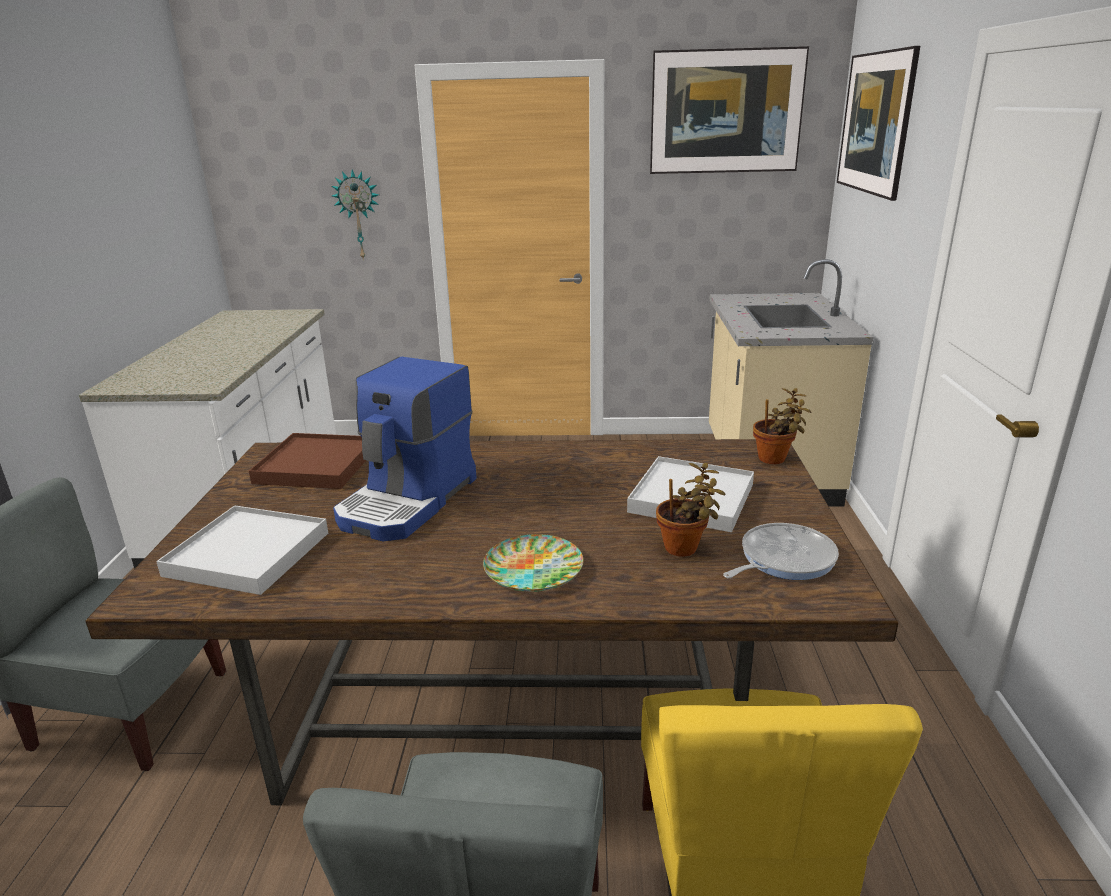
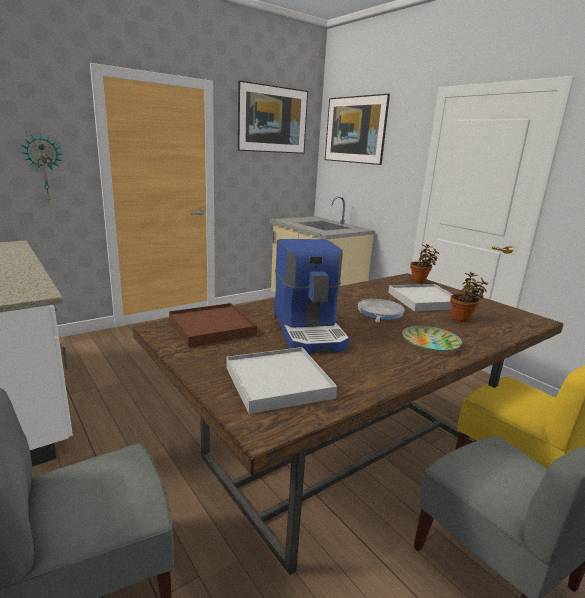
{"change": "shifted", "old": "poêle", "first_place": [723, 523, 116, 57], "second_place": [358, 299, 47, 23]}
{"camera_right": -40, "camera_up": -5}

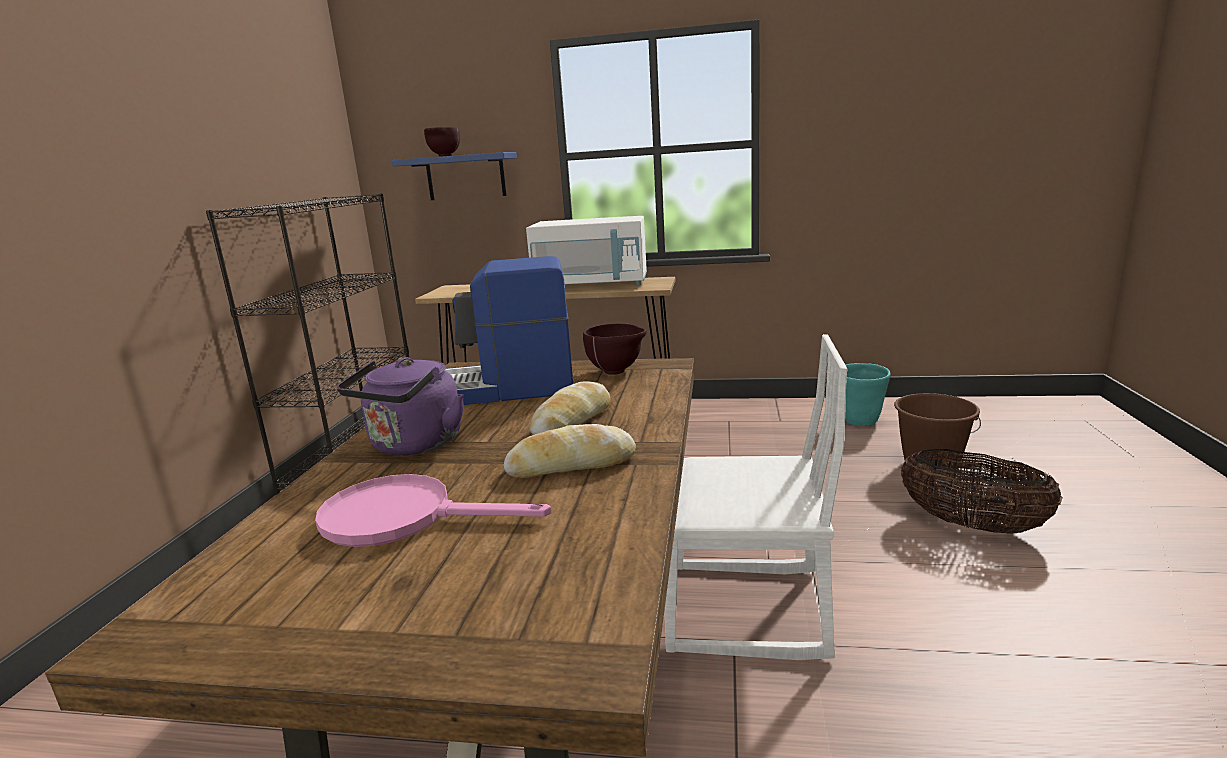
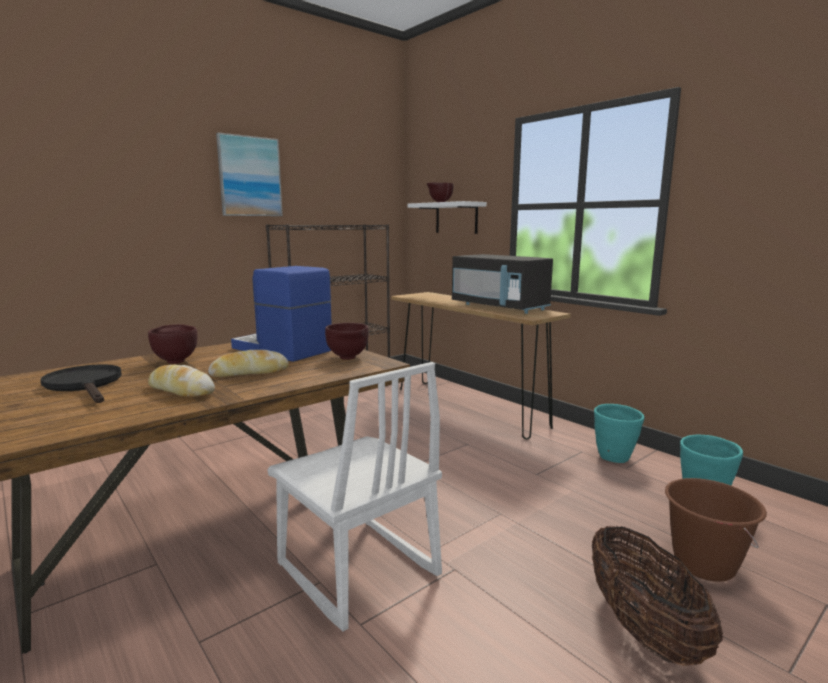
{"change": "repainted", "old": "poêle [rose]", "new": "poêle [noir]", "first_place": [315, 474, 237, 73], "second_place": [41, 364, 81, 39]}
{"change": "swapped", "old": "bouilloire [violet]", "new": "bol [marron]", "first_place": [337, 357, 127, 99], "second_place": [148, 324, 49, 40]}
{"change": "new", "new": "tableau", "second_place": [216, 132, 67, 84]}
{"change": "repainted", "old": "étagère [bleu]", "new": "étagère [blanc]", "first_place": [392, 152, 125, 48], "second_place": [408, 201, 79, 33]}
{"change": "repainted", "old": "micro-ondes [blanc]", "new": "micro-ondes [noir]", "first_place": [526, 216, 121, 69], "second_place": [452, 254, 101, 60]}
{"change": "new", "new": "cache-pot [turquoise]", "second_place": [594, 404, 51, 59]}
{"camera_right": 40, "camera_up": -5}

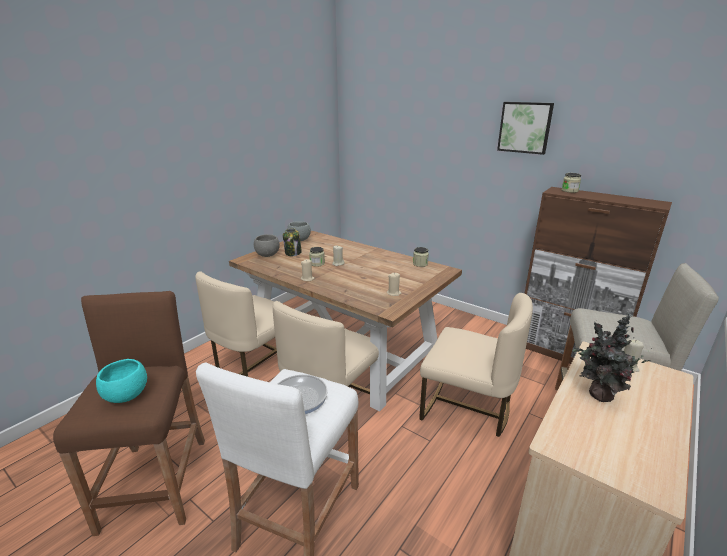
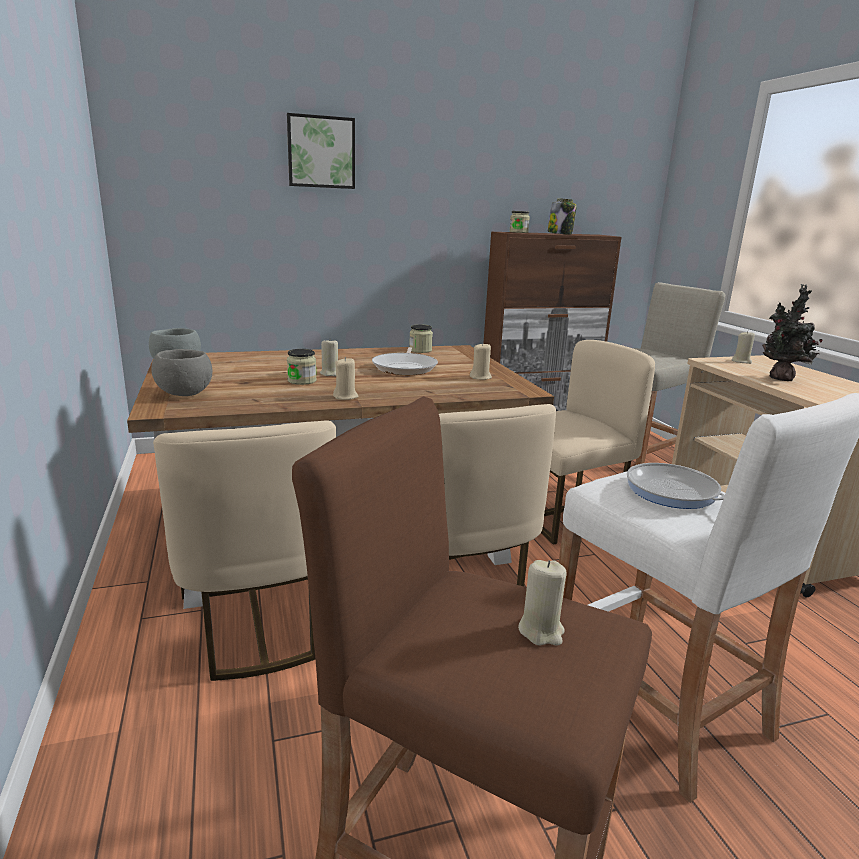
{"change": "shifted", "old": "tableau", "first_place": [497, 102, 57, 53], "second_place": [287, 113, 68, 76]}
{"change": "new", "new": "poêle", "second_place": [372, 347, 66, 28]}
{"change": "swapped", "old": "bol [turquoise]", "new": "bougie [beige]", "first_place": [96, 359, 51, 44], "second_place": [518, 560, 49, 86]}
{"change": "shifted", "old": "bocal", "first_place": [283, 228, 19, 28], "second_place": [548, 198, 29, 36]}
{"camera_right": -55, "camera_up": -5}

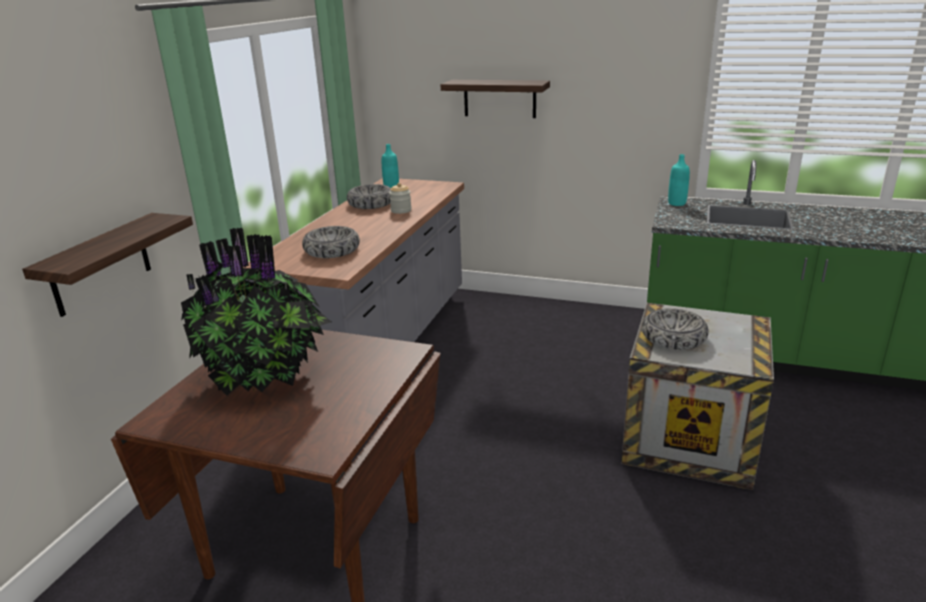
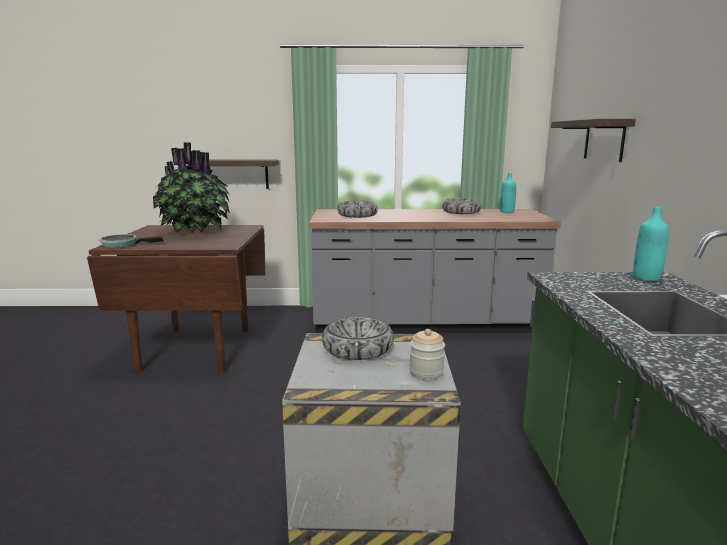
{"change": "new", "new": "poêle", "second_place": [99, 234, 65, 14]}
{"change": "shifted", "old": "bocal", "first_place": [389, 183, 23, 31], "second_place": [409, 329, 36, 51]}
{"camera_right": 70, "camera_up": -10}

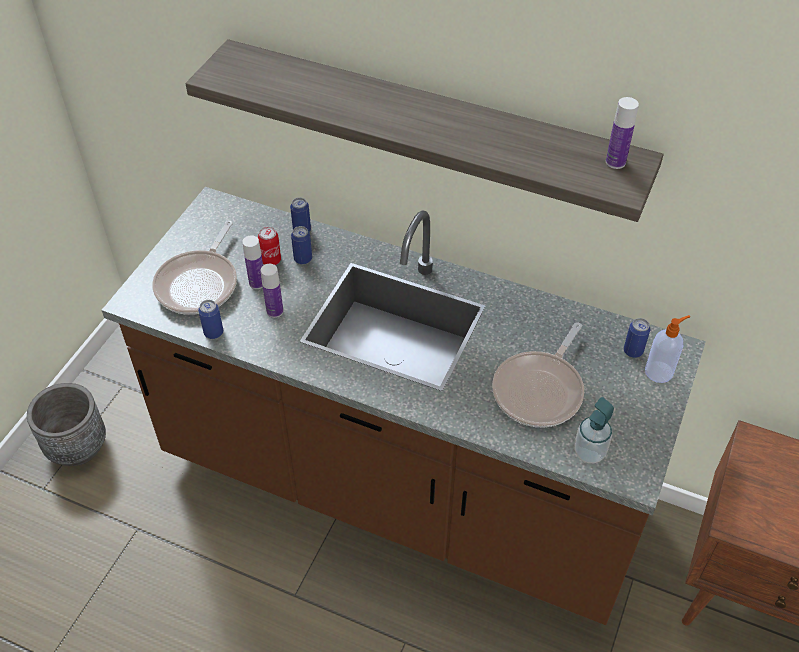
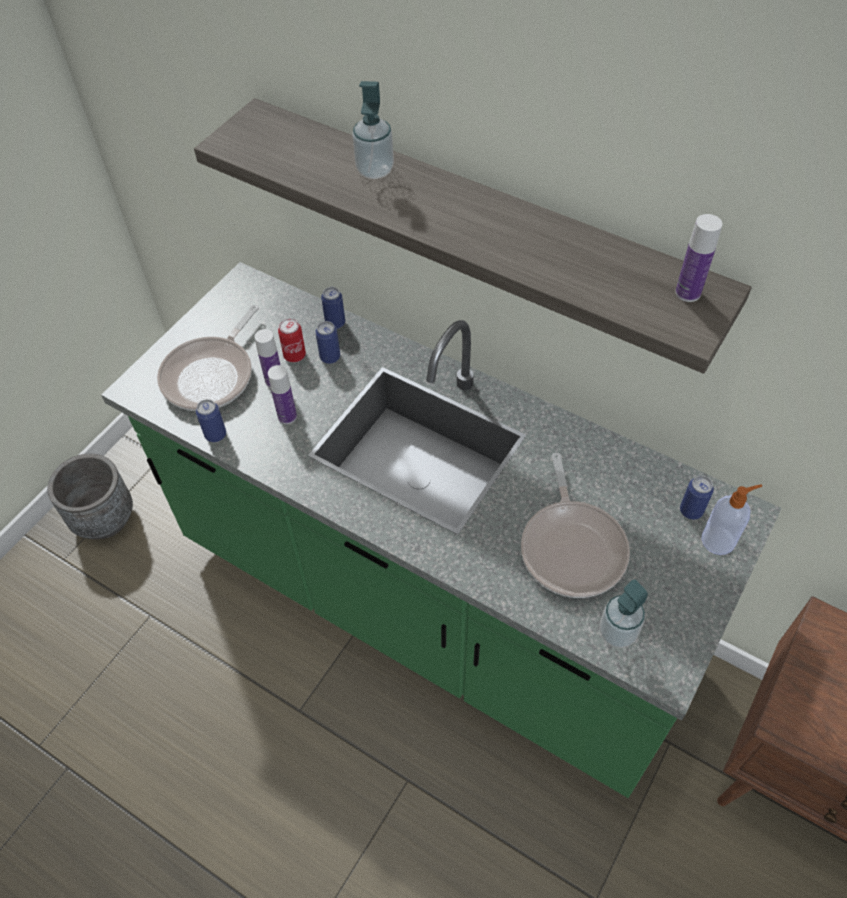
{"change": "repainted", "old": "comptoir de cuisine [marron]", "new": "comptoir de cuisine [vert]", "first_place": [102, 187, 604, 438], "second_place": [101, 262, 681, 536]}
{"change": "new", "new": "distributeur de savon", "second_place": [352, 81, 42, 98]}
{"change": "rotated", "old": "poêle", "first_place": [492, 322, 92, 106], "second_place": [521, 453, 109, 145], "degrees": -45}
{"camera_right": 10, "camera_up": 5}

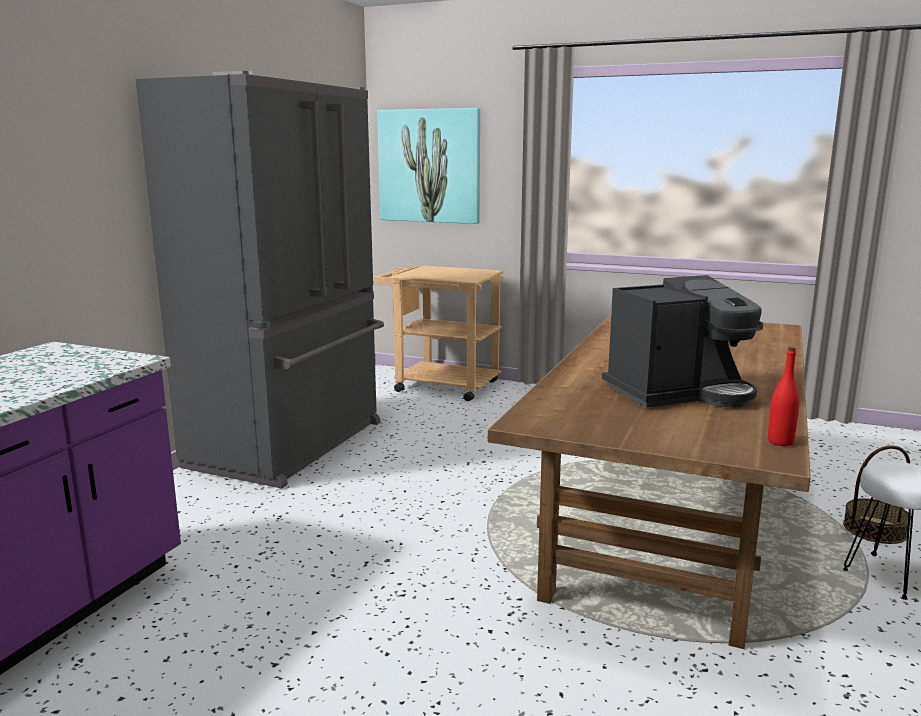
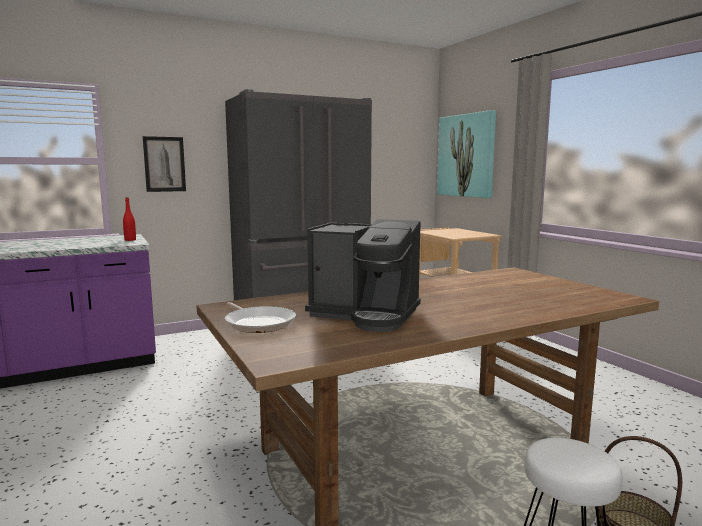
{"change": "shifted", "old": "bouteille [rouge]", "first_place": [768, 347, 32, 99], "second_place": [123, 197, 13, 44]}
{"change": "new", "new": "tableau", "second_place": [143, 136, 43, 56]}
{"change": "new", "new": "poêle", "second_place": [225, 302, 71, 31]}
{"camera_right": 40, "camera_up": -5}

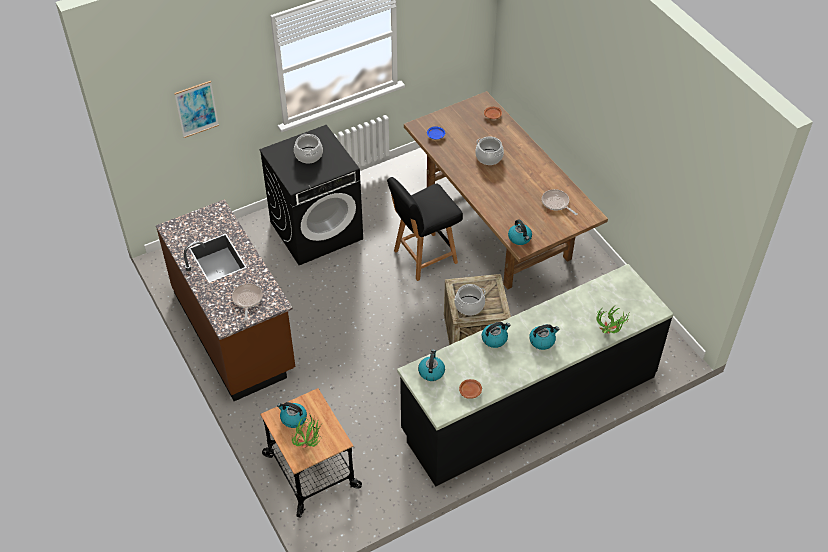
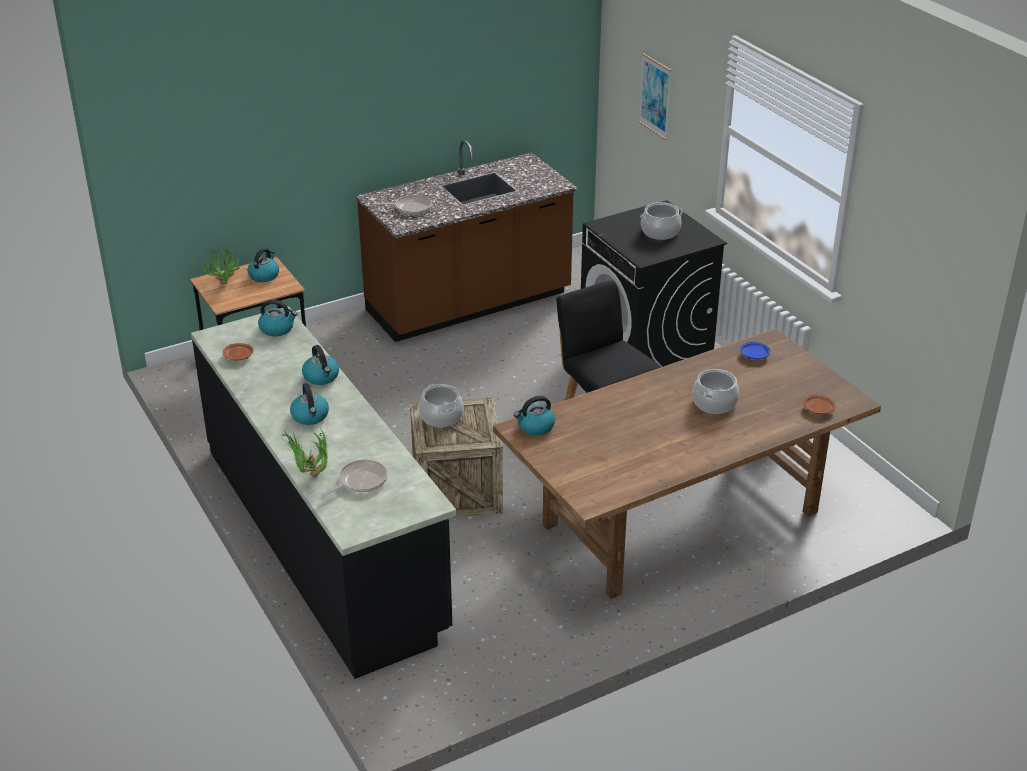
{"change": "shifted", "old": "poêle", "first_place": [542, 189, 36, 26], "second_place": [321, 459, 67, 38]}
{"camera_right": 90, "camera_up": -15}

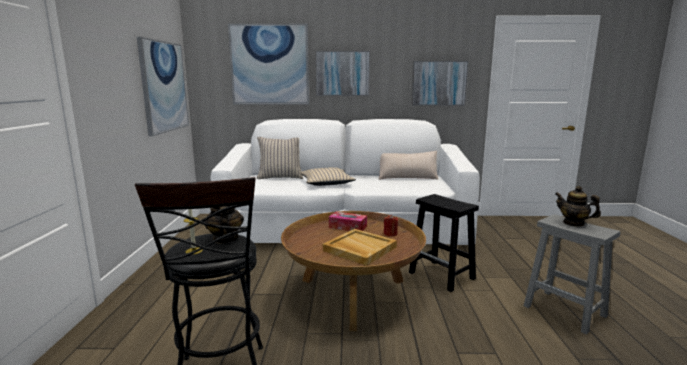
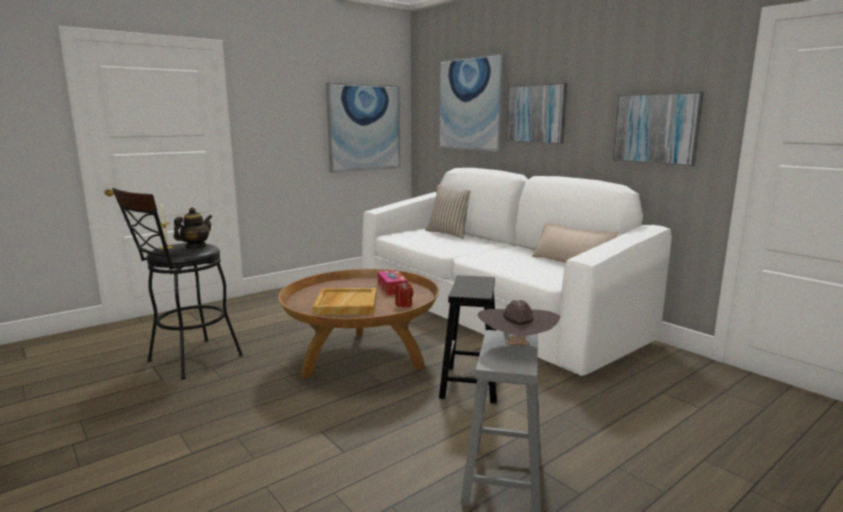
{"change": "swapped", "old": "théière", "new": "chapeau [marron]", "first_place": [555, 186, 46, 40], "second_place": [477, 300, 83, 45]}
{"change": "gone", "old": "coussin [beige]", "first_place": [300, 167, 56, 19]}
{"camera_right": 50, "camera_up": 0}

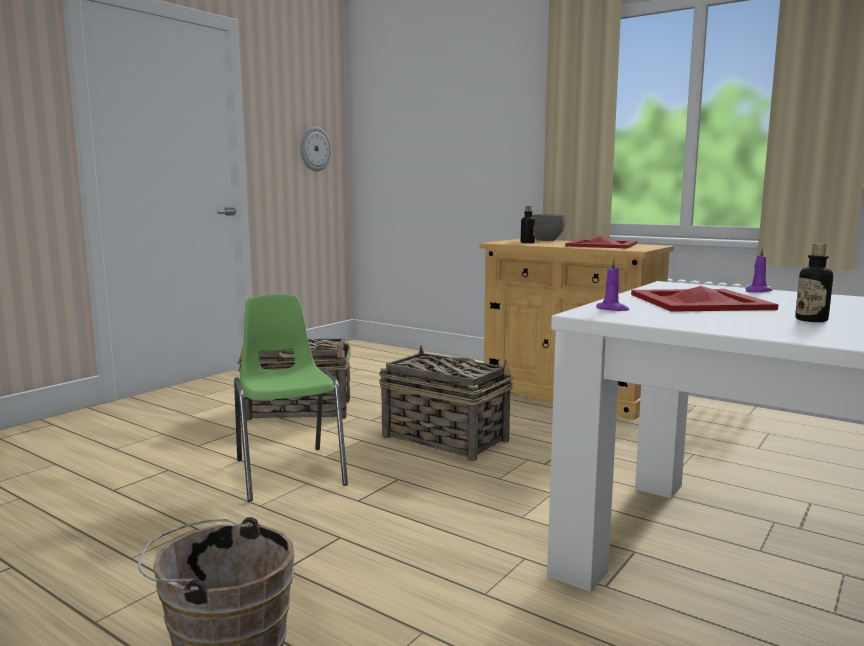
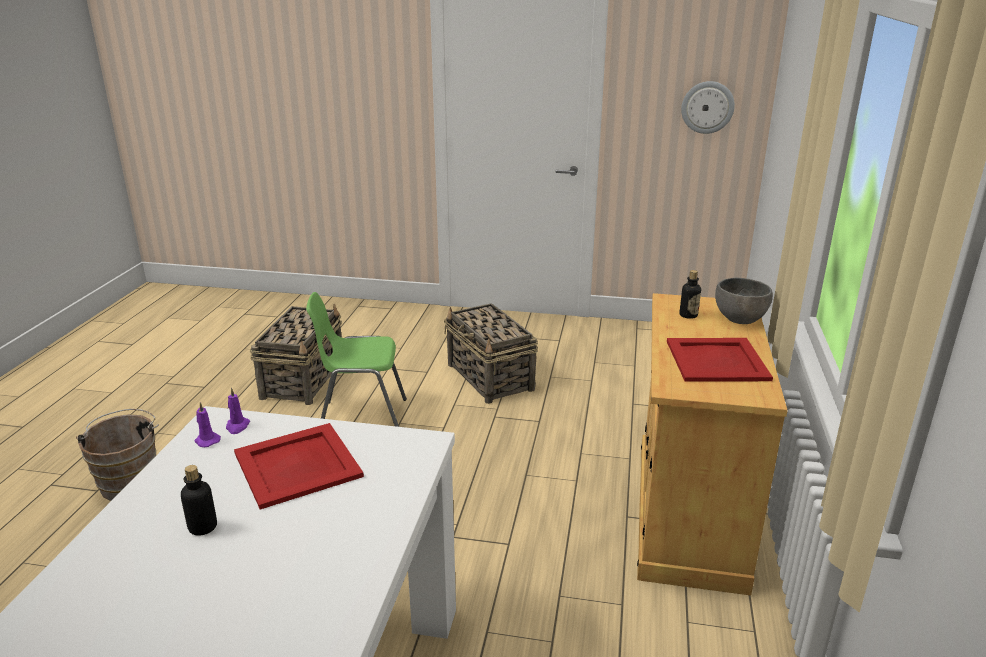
{"change": "shifted", "old": "bougie [violet]", "first_place": [746, 247, 26, 46], "second_place": [194, 402, 27, 45]}
{"change": "shifted", "old": "panier", "first_place": [379, 345, 134, 116], "second_place": [250, 304, 92, 101]}
{"change": "rotated", "old": "chaise [vert]", "first_place": [234, 294, 114, 207], "second_place": [306, 292, 101, 135], "degrees": -135}
{"camera_right": 65, "camera_up": 15}

